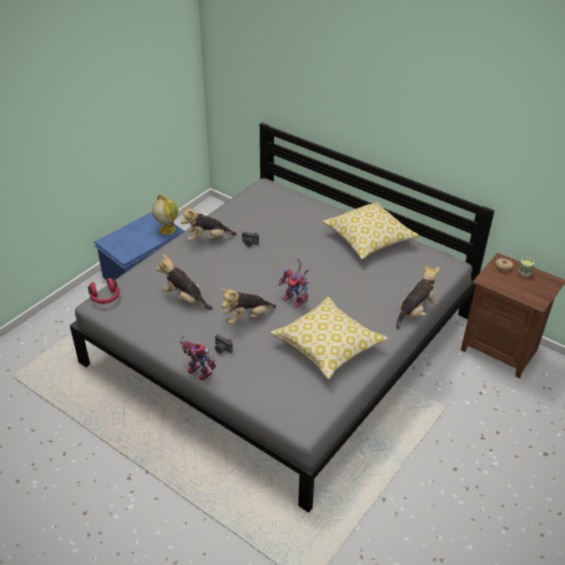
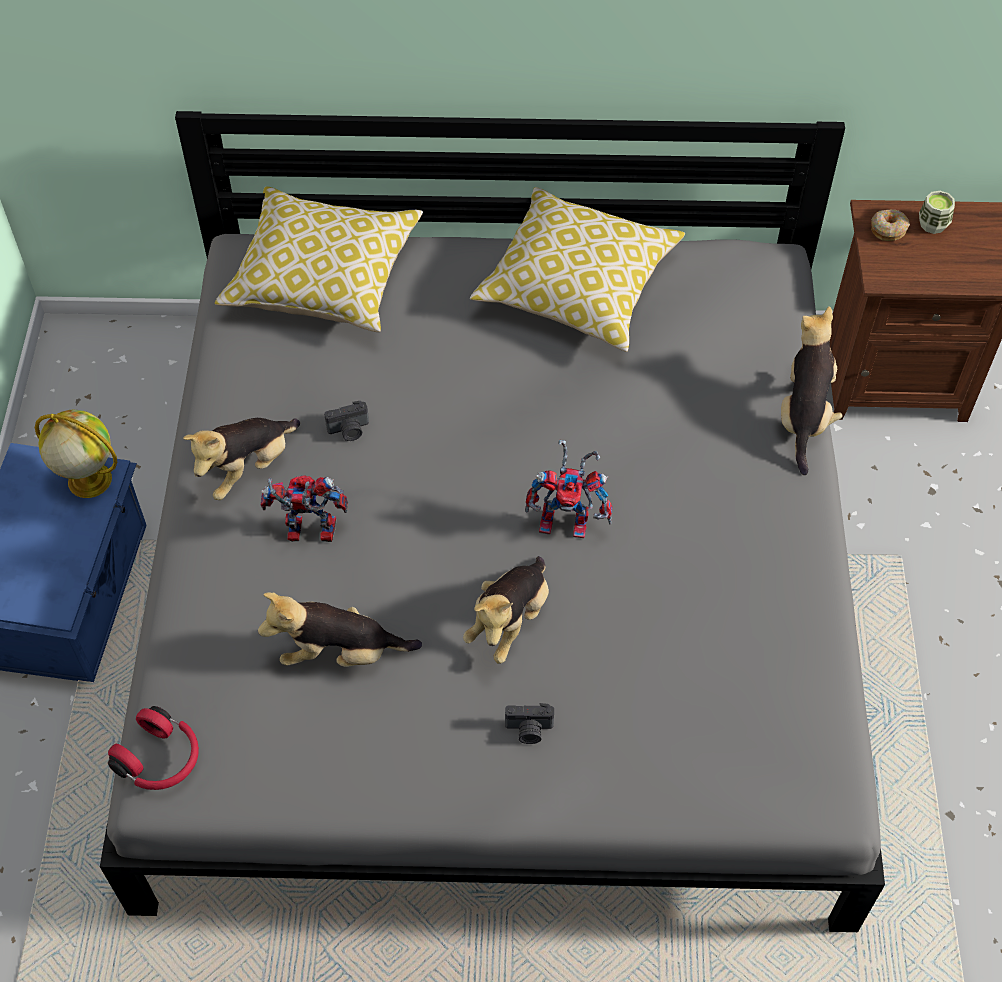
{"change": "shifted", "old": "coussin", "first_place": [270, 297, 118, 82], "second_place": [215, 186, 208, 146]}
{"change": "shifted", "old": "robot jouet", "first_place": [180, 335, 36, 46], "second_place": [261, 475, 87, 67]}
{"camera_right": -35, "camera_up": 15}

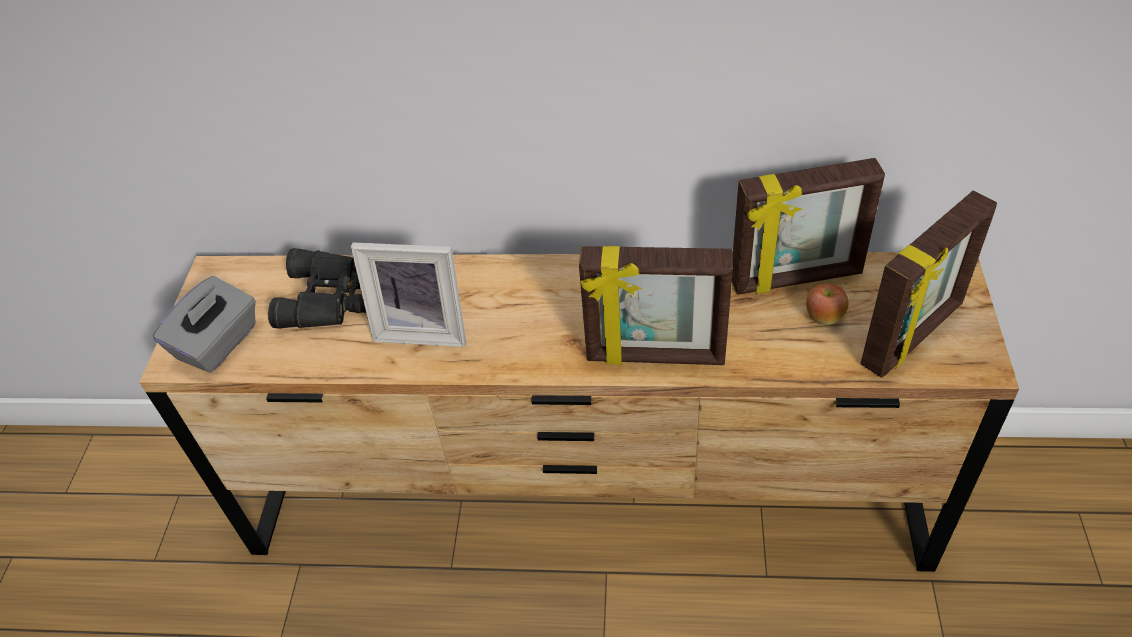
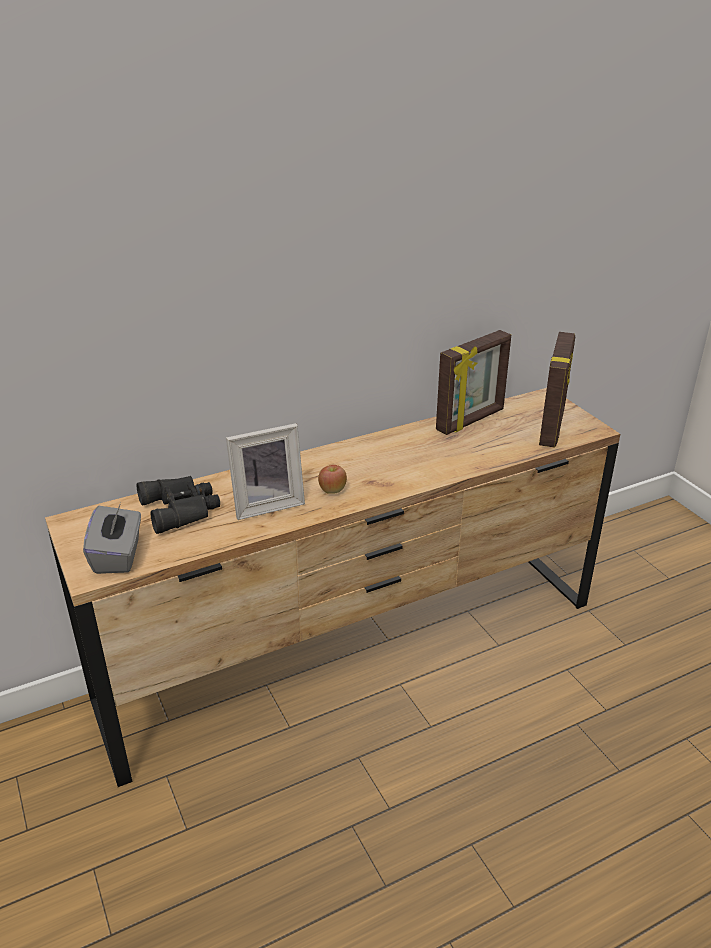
{"change": "shifted", "old": "pomme", "first_place": [806, 284, 43, 41], "second_place": [318, 465, 29, 29]}
{"change": "gone", "old": "cadre photo", "first_place": [579, 246, 154, 119]}
{"camera_right": -35, "camera_up": -15}

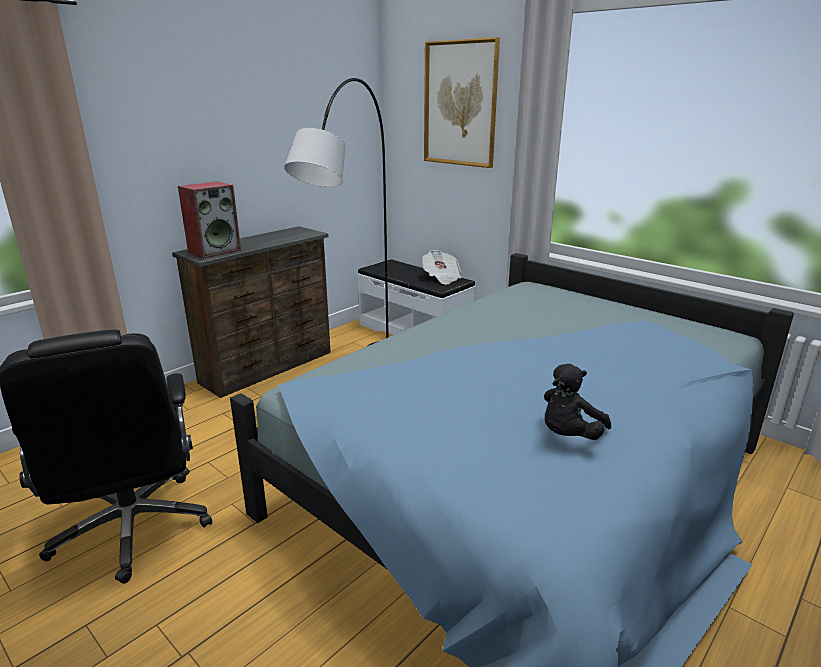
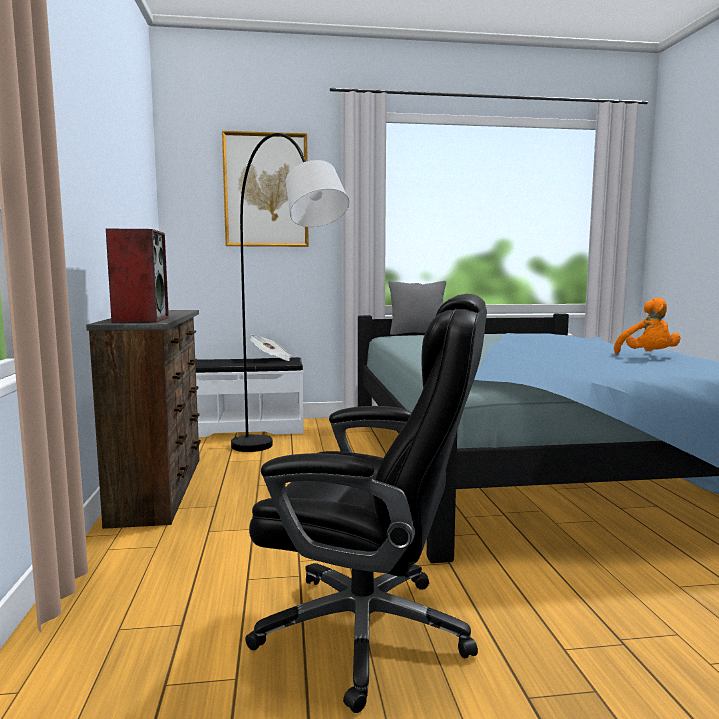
{"change": "new", "new": "coussin [gris]", "second_place": [388, 281, 58, 54]}
{"change": "repainted", "old": "peluche [noir]", "new": "peluche [orange]", "first_place": [544, 364, 67, 76], "second_place": [614, 298, 66, 56]}
{"camera_right": -50, "camera_up": -15}

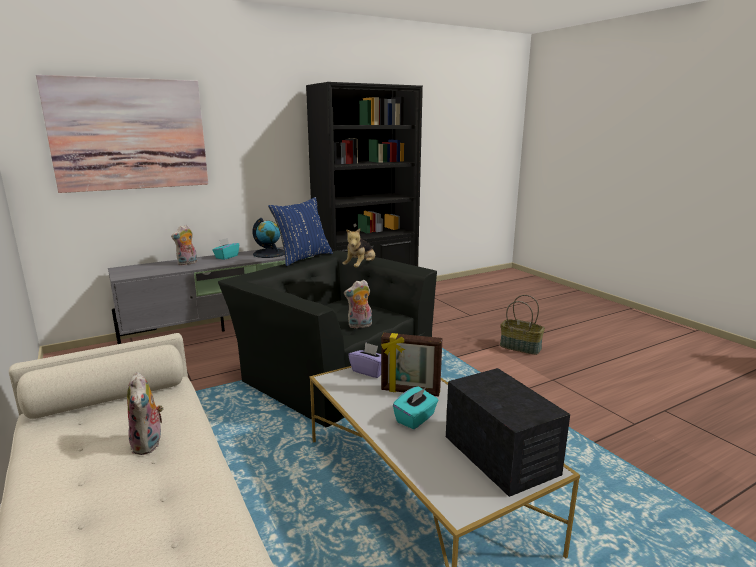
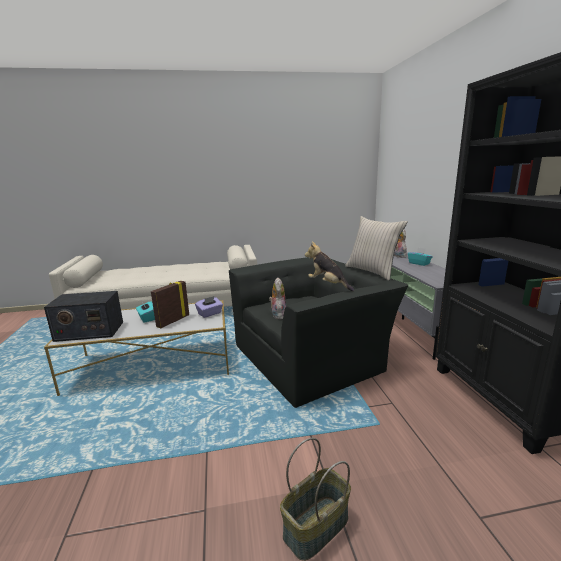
{"change": "repainted", "old": "coussin [bleu]", "new": "coussin [beige]", "first_place": [268, 197, 65, 69], "second_place": [345, 216, 63, 65]}
{"change": "gone", "old": "tableau", "first_place": [36, 75, 172, 118]}
{"change": "gone", "old": "peluche", "first_place": [127, 372, 37, 83]}
{"change": "gone", "old": "globe", "first_place": [252, 218, 33, 40]}
{"camera_right": 110, "camera_up": 0}

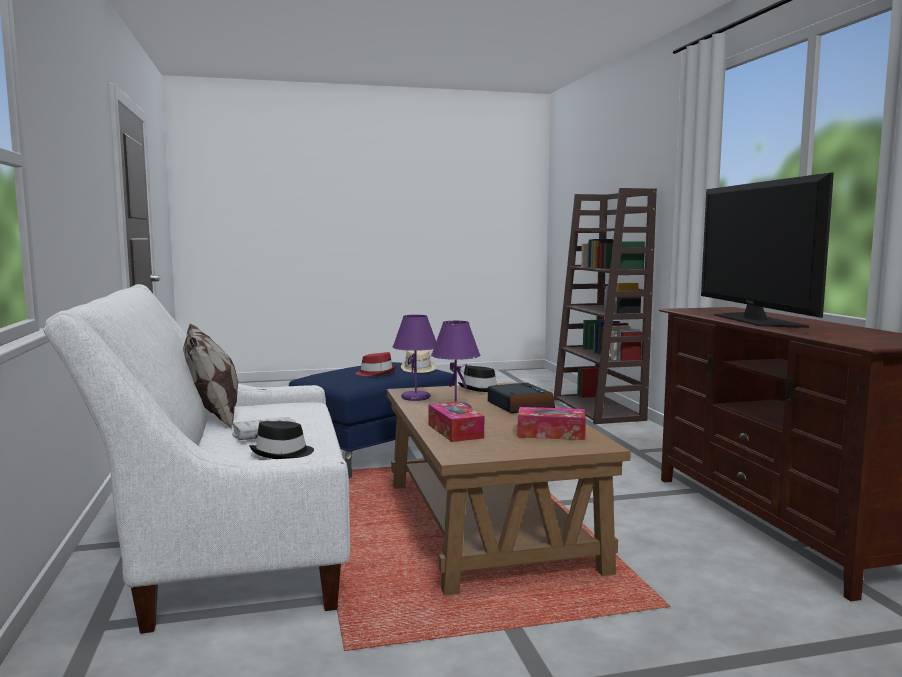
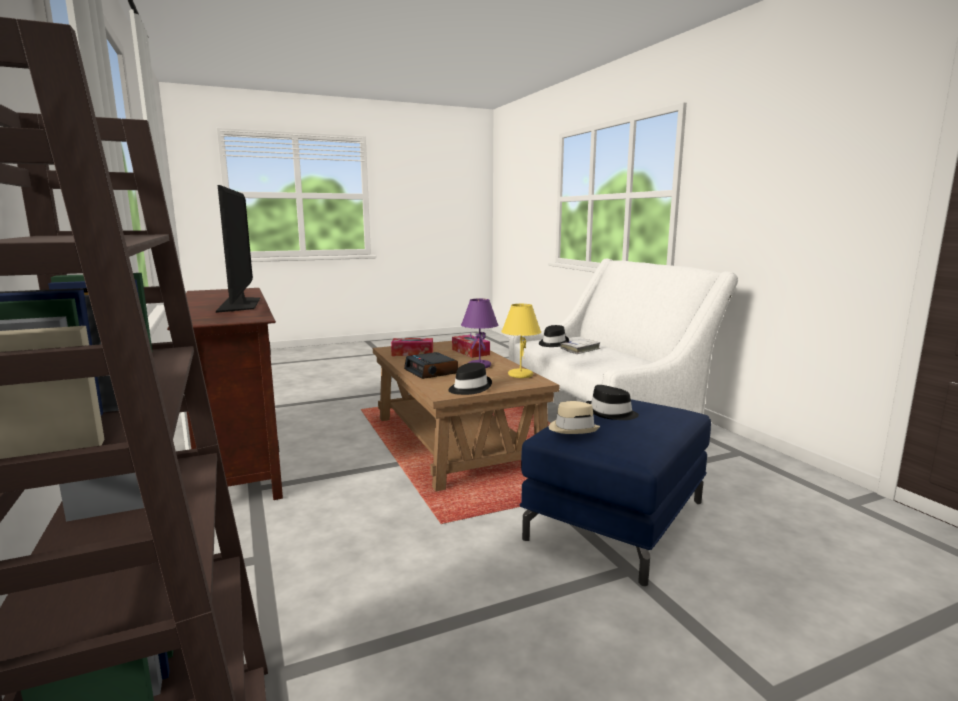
{"change": "repainted", "old": "lampe de table [violet]", "new": "lampe de table [jaune]", "first_place": [392, 315, 44, 86], "second_place": [501, 304, 40, 74]}
{"change": "repainted", "old": "chapeau [rouge]", "new": "chapeau [noir]", "first_place": [356, 352, 40, 24], "second_place": [586, 385, 53, 35]}
{"change": "gone", "old": "coussin", "first_place": [183, 323, 55, 106]}
{"camera_right": 170, "camera_up": 5}

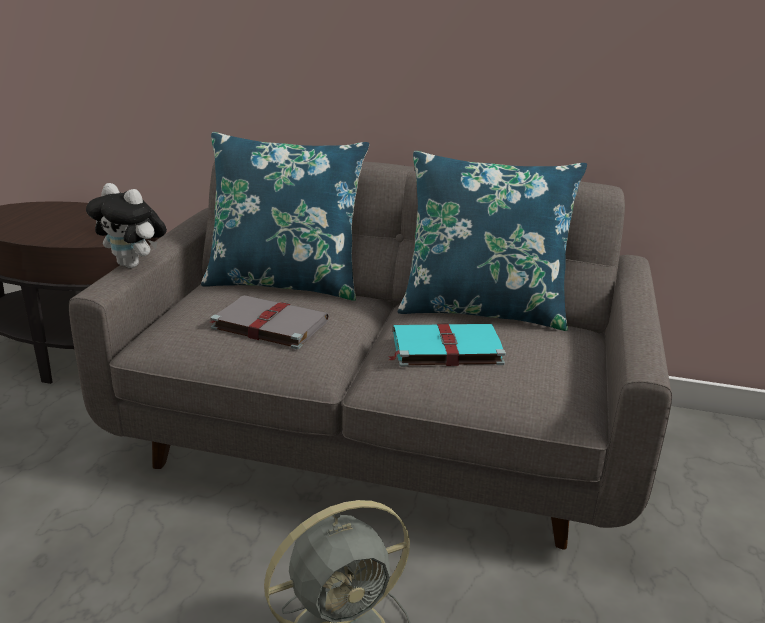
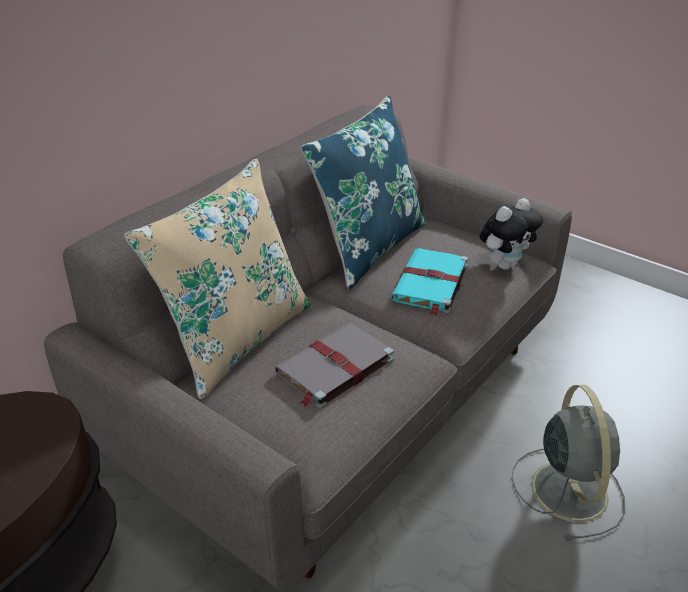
{"change": "repainted", "old": "coussin [bleu]", "new": "coussin [beige]", "first_place": [201, 132, 168, 169], "second_place": [124, 158, 187, 241]}
{"change": "shifted", "old": "peluche", "first_place": [86, 183, 81, 85], "second_place": [480, 198, 63, 72]}
{"camera_right": -65, "camera_up": 10}

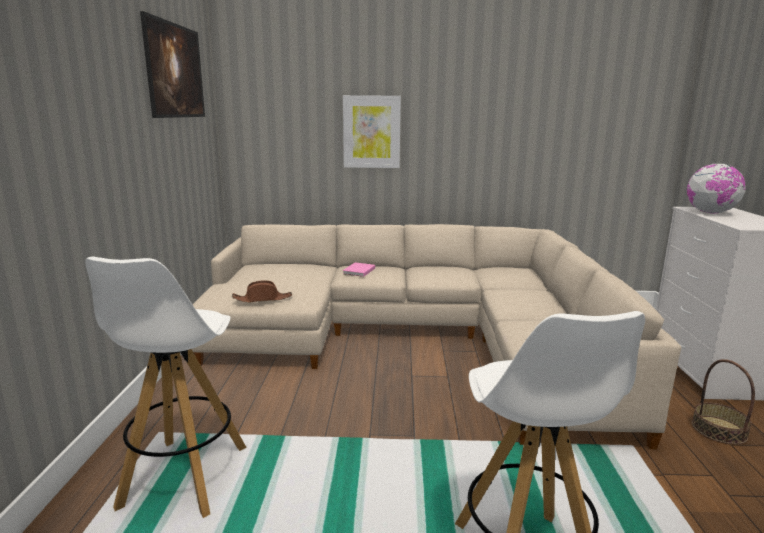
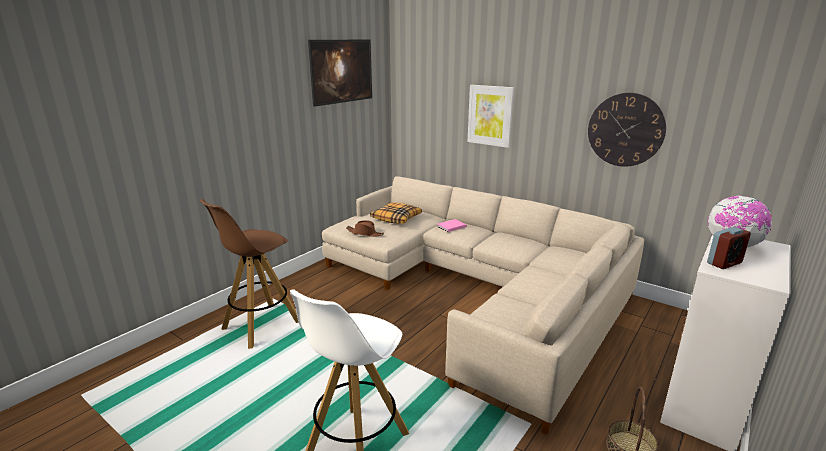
{"change": "repainted", "old": "tabouret [blanc]", "new": "tabouret [marron]", "first_place": [85, 256, 162, 262], "second_place": [200, 199, 99, 150]}
{"change": "new", "new": "coussin", "second_place": [370, 202, 52, 22]}
{"change": "new", "new": "horloge murale", "second_place": [588, 93, 78, 74]}
{"change": "new", "new": "réveil", "second_place": [707, 227, 44, 42]}
{"camera_right": 35, "camera_up": 5}

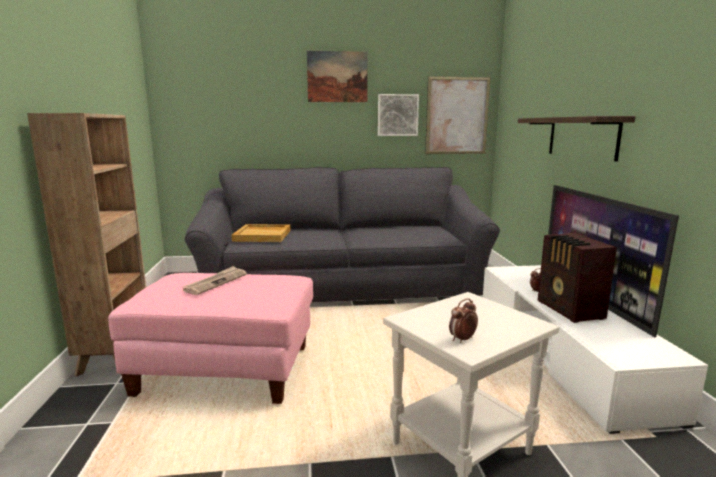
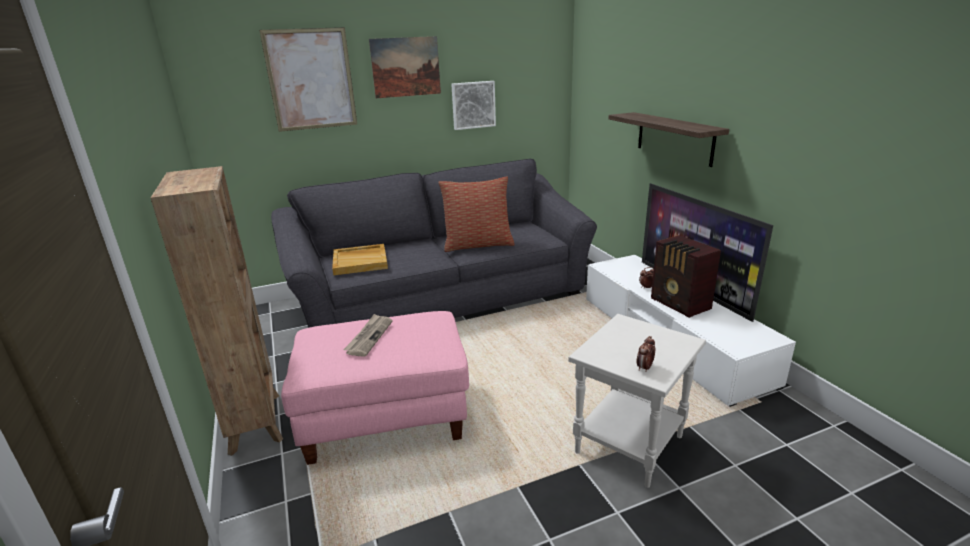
{"change": "shifted", "old": "tableau", "first_place": [425, 76, 66, 78], "second_place": [259, 27, 98, 105]}
{"change": "new", "new": "coussin", "second_place": [438, 176, 77, 76]}
{"camera_right": -15, "camera_up": 10}

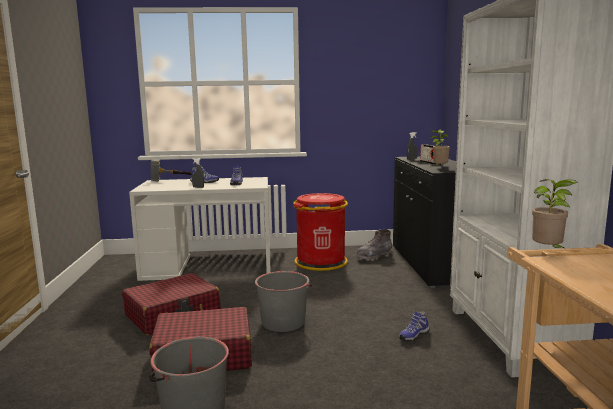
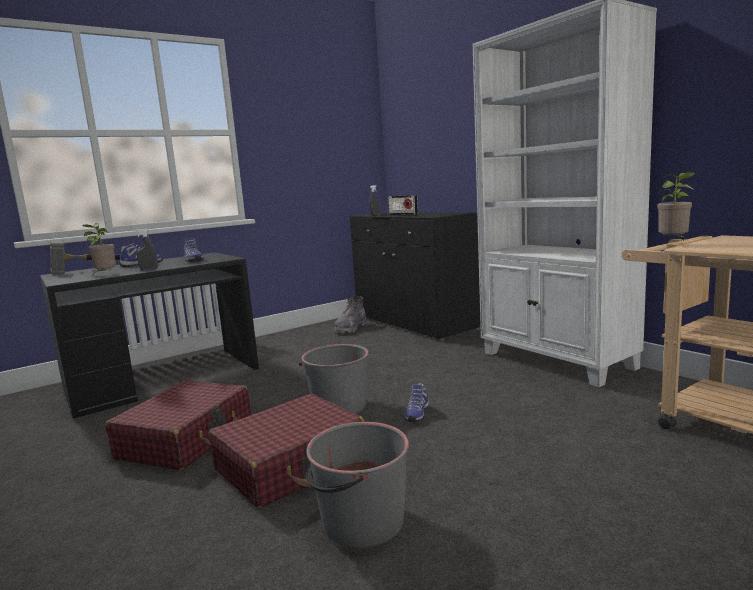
{"change": "repainted", "old": "bureau [blanc]", "new": "bureau [noir]", "first_place": [129, 177, 141, 104], "second_place": [40, 252, 219, 167]}
{"change": "shifted", "old": "plante en pot", "first_place": [430, 130, 20, 36], "second_place": [82, 223, 34, 52]}
{"change": "shifted", "old": "chaussure", "first_place": [399, 312, 30, 30], "second_place": [404, 383, 25, 39]}
{"change": "gone", "old": "poubelle [rouge]", "first_place": [293, 193, 55, 78]}
{"camera_right": -30, "camera_up": 0}

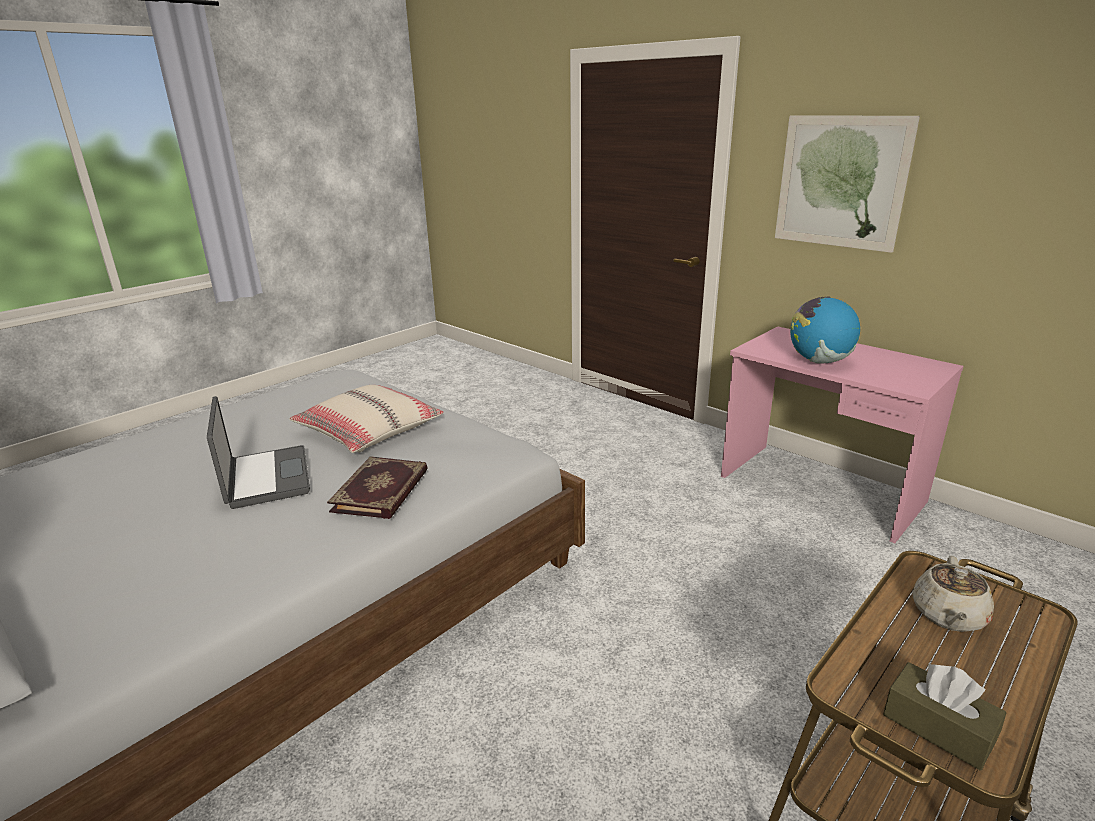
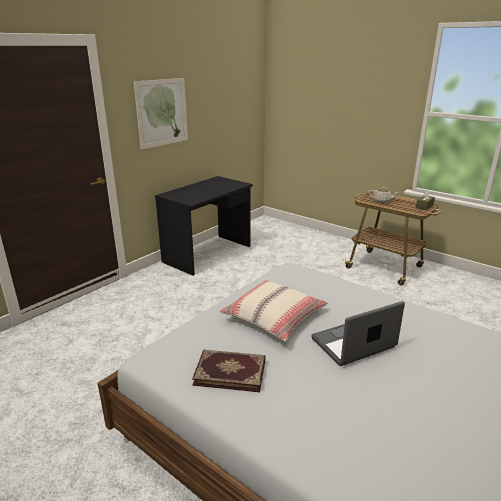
{"change": "repainted", "old": "bureau [rose]", "new": "bureau [noir]", "first_place": [721, 326, 243, 217], "second_place": [155, 176, 98, 100]}
{"change": "shifted", "old": "livre", "first_place": [327, 456, 101, 63], "second_place": [192, 350, 74, 42]}
{"change": "gone", "old": "globe", "first_place": [790, 297, 70, 67]}
{"camera_right": -95, "camera_up": 0}

